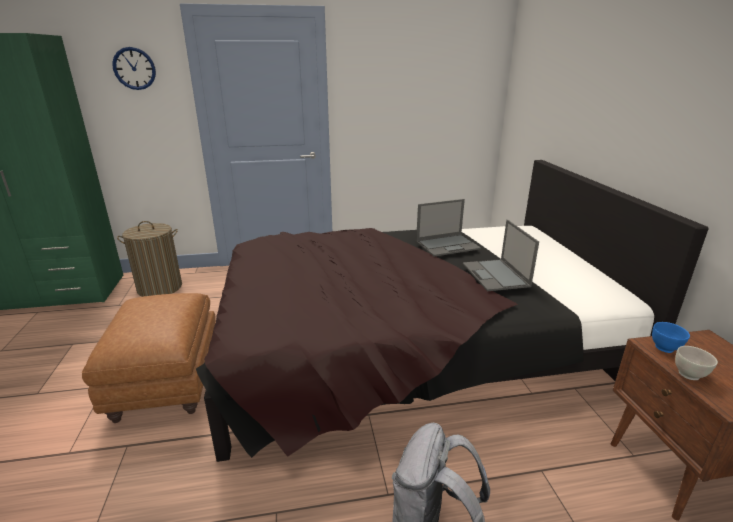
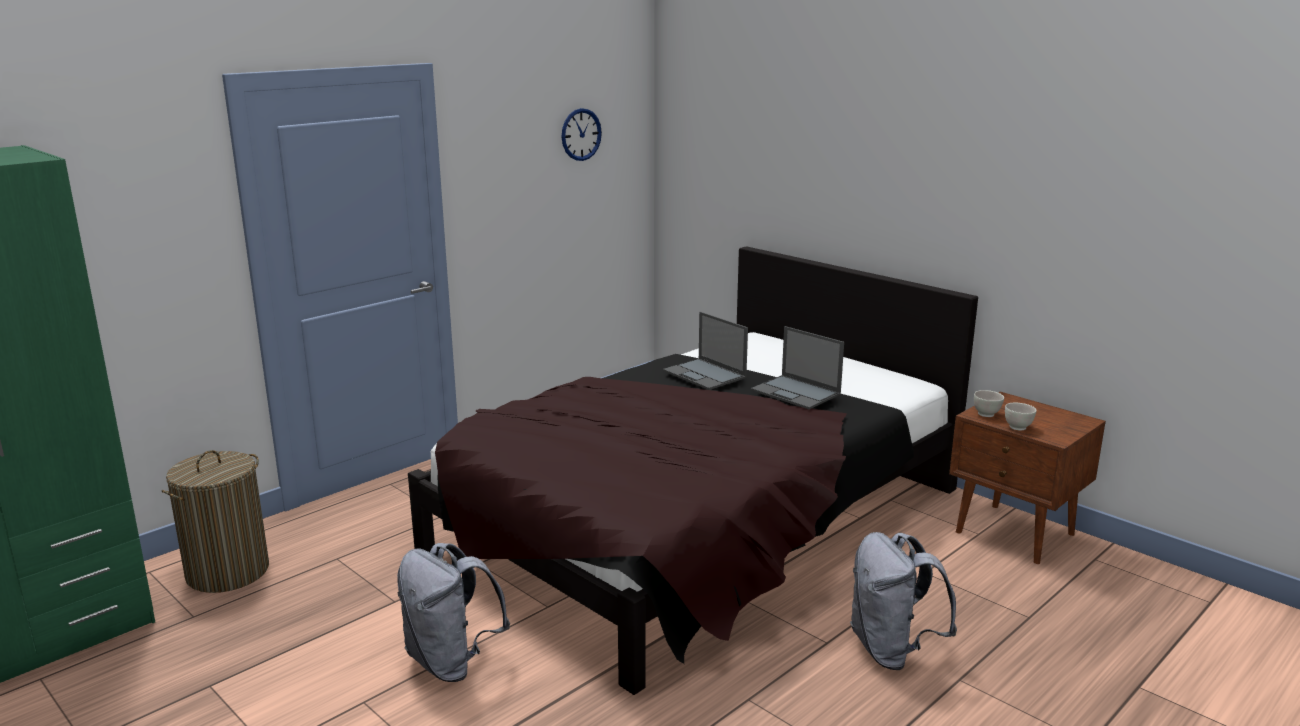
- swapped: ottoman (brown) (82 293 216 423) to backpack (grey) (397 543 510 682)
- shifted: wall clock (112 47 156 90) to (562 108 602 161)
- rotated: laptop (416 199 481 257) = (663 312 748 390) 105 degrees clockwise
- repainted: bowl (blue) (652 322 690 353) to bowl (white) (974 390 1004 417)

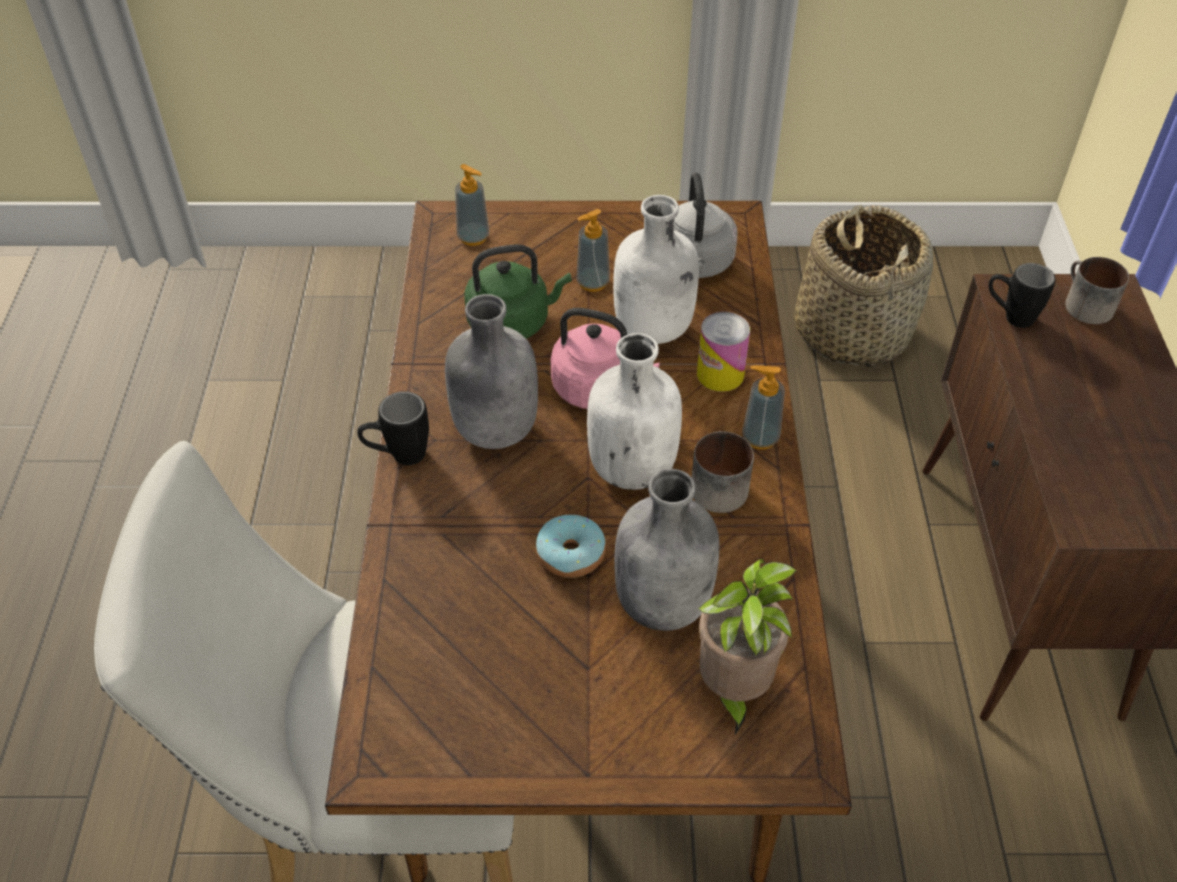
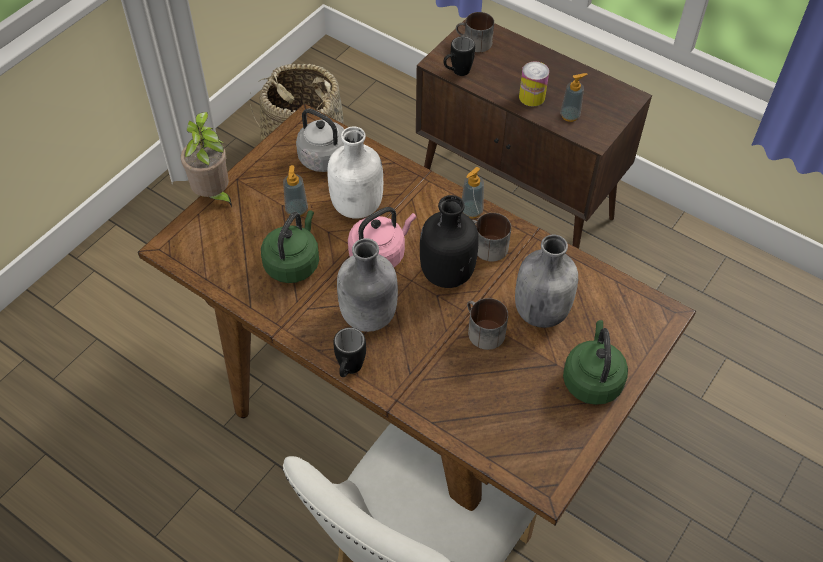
- shifted: potted plant (698 559 797 735) to (181 112 232 207)
- repainted: bottle (white) (587 333 682 490) to bottle (black) (420 195 479 288)
- swapped: donut (536 515 606 578) to mug (467 298 508 350)
- shifted: can (697 312 750 392) to (519 61 549 107)
- shifted: soap dispenser (455 164 489 246) to (560 73 588 122)
- new: kettle (green) (563 320 628 405)

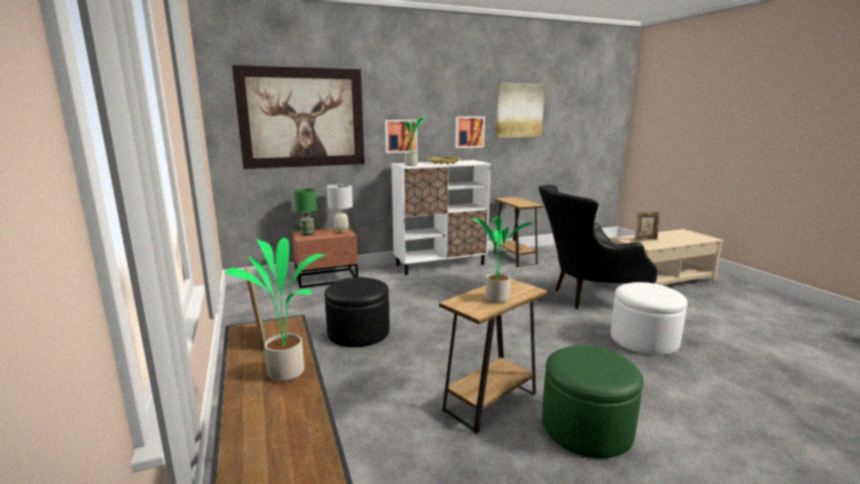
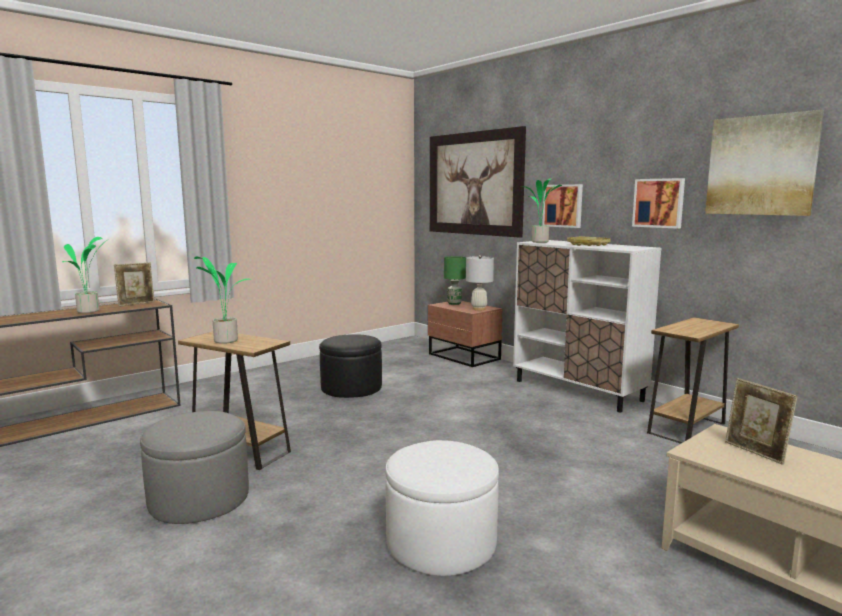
- repainted: ottoman (green) (542 345 643 458) to ottoman (grey) (140 411 249 524)
- gone: armchair (black) (539 185 657 309)

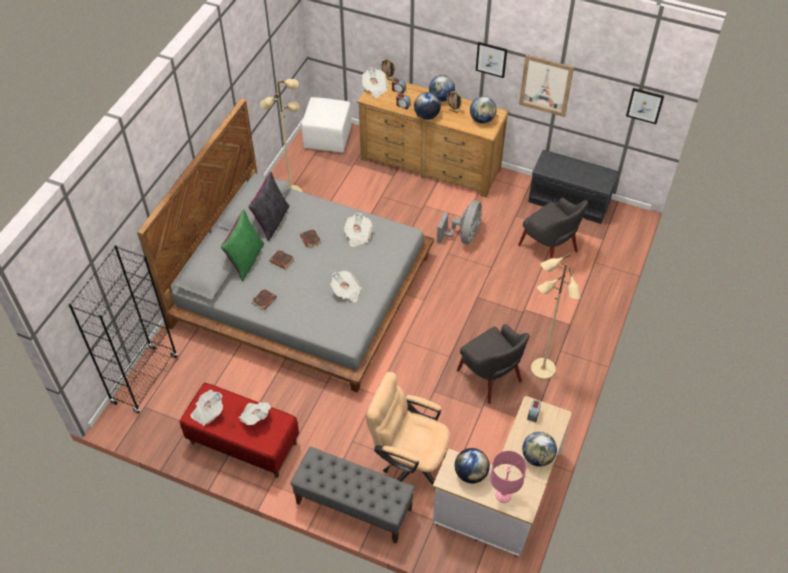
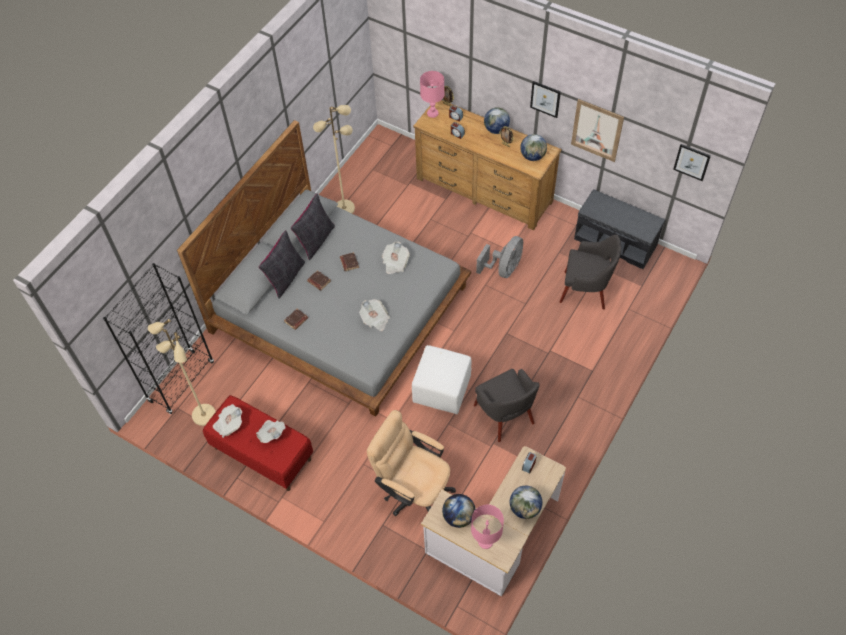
- shifted: floor lamp (beige) (531 253 581 380) to (148 319 216 426)
- repainted: pillow (green) (221 209 264 281) to pillow (black) (259 230 305 298)
- shifted: ottoman (white) (301 97 352 153) to (412 345 471 414)
- swapped: newspaper (362 67 388 98) to table lamp (pink) (420 71 444 118)
- rotated: armchair (grey) (518 198 588 259) = (560 235 621 310) 45 degrees counterclockwise
- gone: bench (grey) (290 447 415 544)
- gone: globe (414 92 441 120)

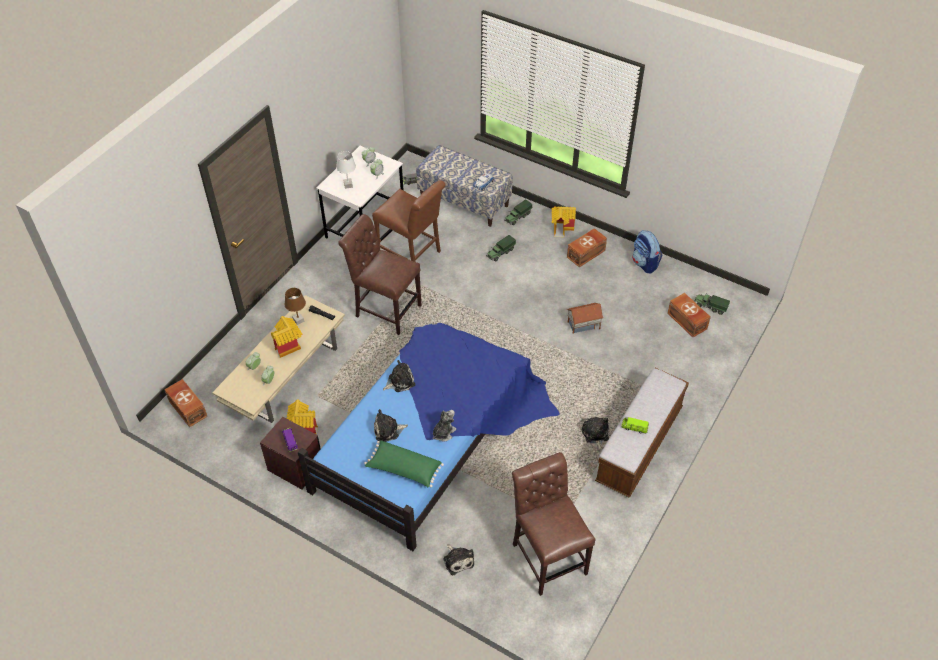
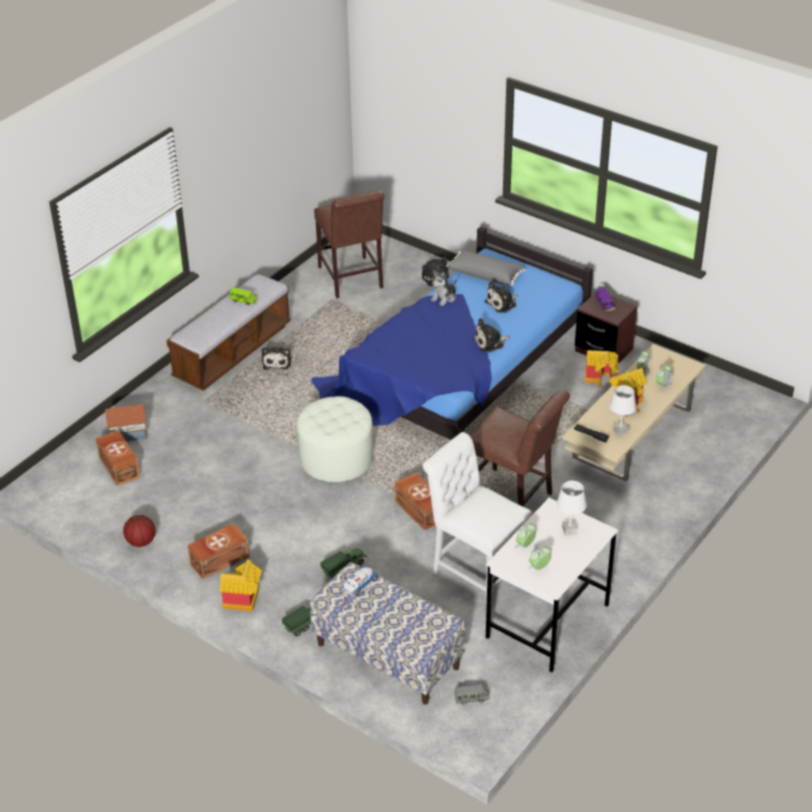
- shifted: toy house (567 303 604 334) to (105 404 147 441)
- swapped: backpack (632 230 662 274) to basketball (123 515 156 547)
- new: ottoman (white) (297 396 373 483)
- shifted: storage box (brown) (164 379 208 427) to (395 472 435 530)
- repainted: chair (brown) (372 180 446 262) to chair (white) (423 432 532 608)
- repainted: pillow (green) (364 440 444 487) to pillow (grey) (446 250 526 286)
- rotated: plush toy (374 409 408 442) = (485 281 518 313) 150 degrees clockwise
- repainted: table lamp (brown) (285 288 306 325) to table lamp (white) (610 385 636 436)
- gone: toy truck (694 294 730 315)

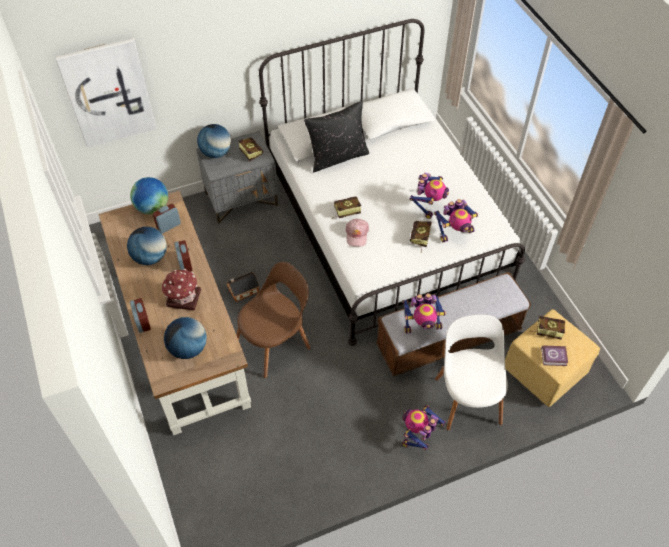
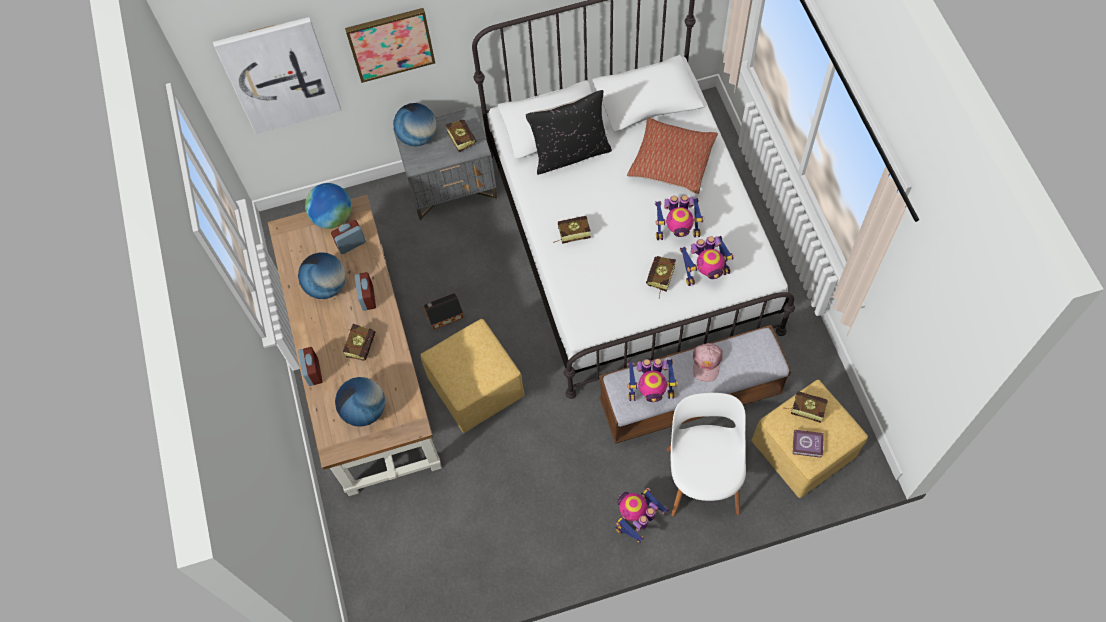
- swapped: toy house (162 269 201 310) to book (343 324 375 361)
- new: picture (345 8 435 83)
- swapped: chair (brown) (237 262 310 378) to ottoman (yellow) (420 319 525 433)
- new: pillow (627 117 718 194)
- rotated: toy robot (410 173 449 219) = (655 195 704 240) 60 degrees clockwise
- shifted: cap (pink) (346 219 369 246) to (693 343 723 382)

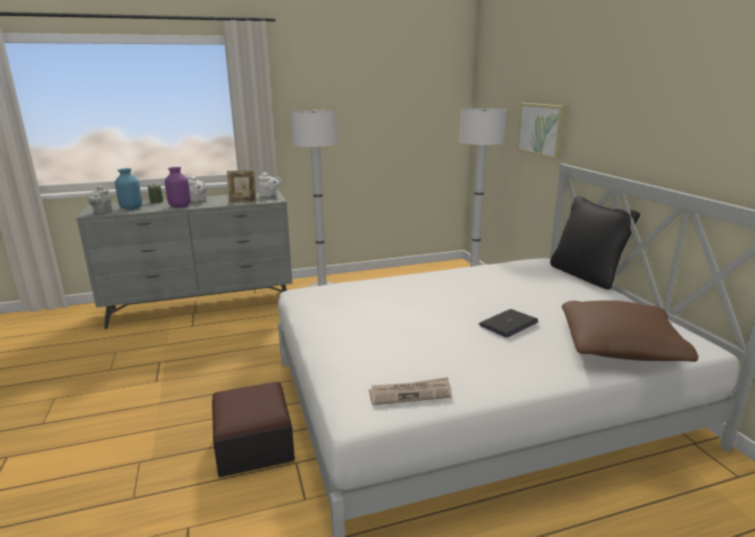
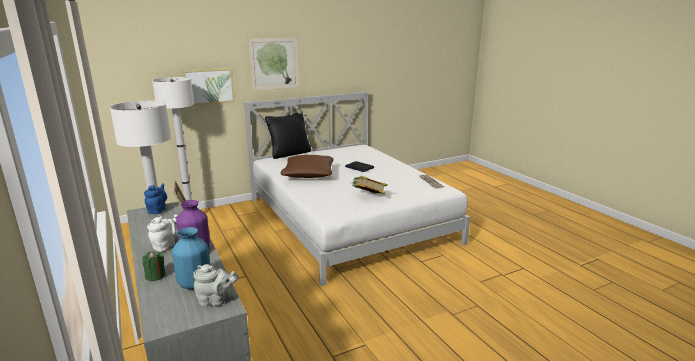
- repainted: teapot (white) (258 172 282 197) to teapot (blue) (144 183 167 214)
- new: picture (249 38 299 91)
- shifted: pillow (brown) (562 300 698 362) to (281 155 334 178)
- new: book (351 176 388 194)
- gone: ottoman (212 382 295 477)

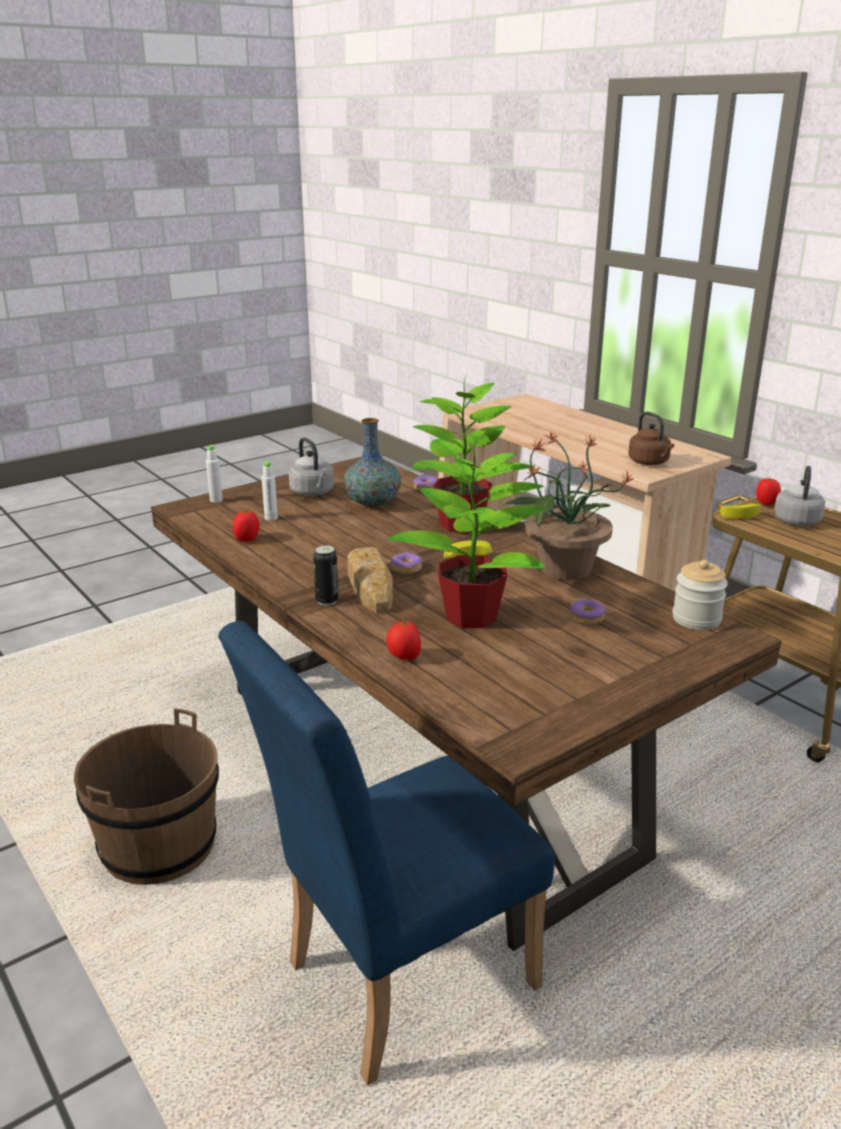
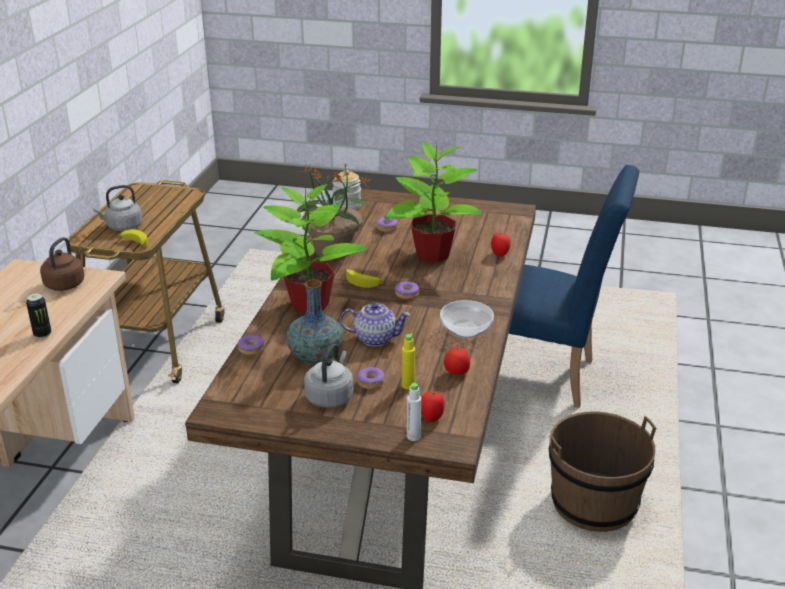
- shifted: can (313 545 339 606) to (26 293 51 338)
- new: teapot (340 303 411 346)
- new: donut (357 367 385 389)
- repainted: bottle (white) (262 461 278 521) to bottle (yellow) (402 333 415 389)
- shifted: tomato (756 478 781 505) to (421 391 444 422)
- new: bowl (440 300 494 338)
- gone: bread (347 547 393 613)

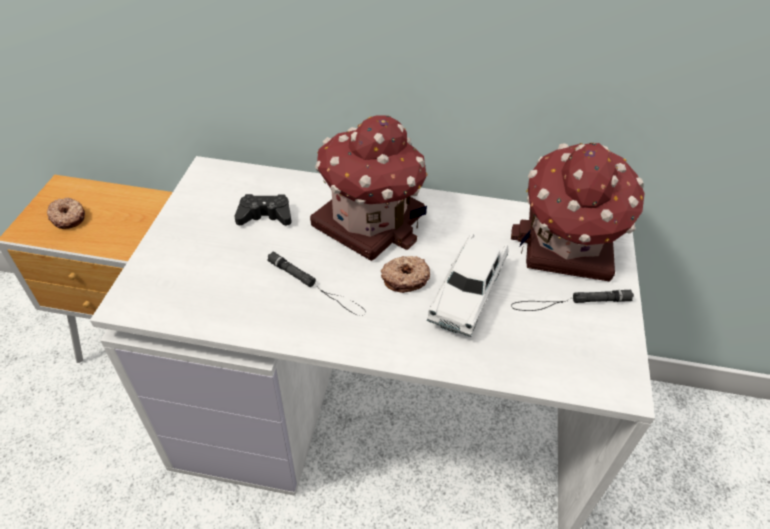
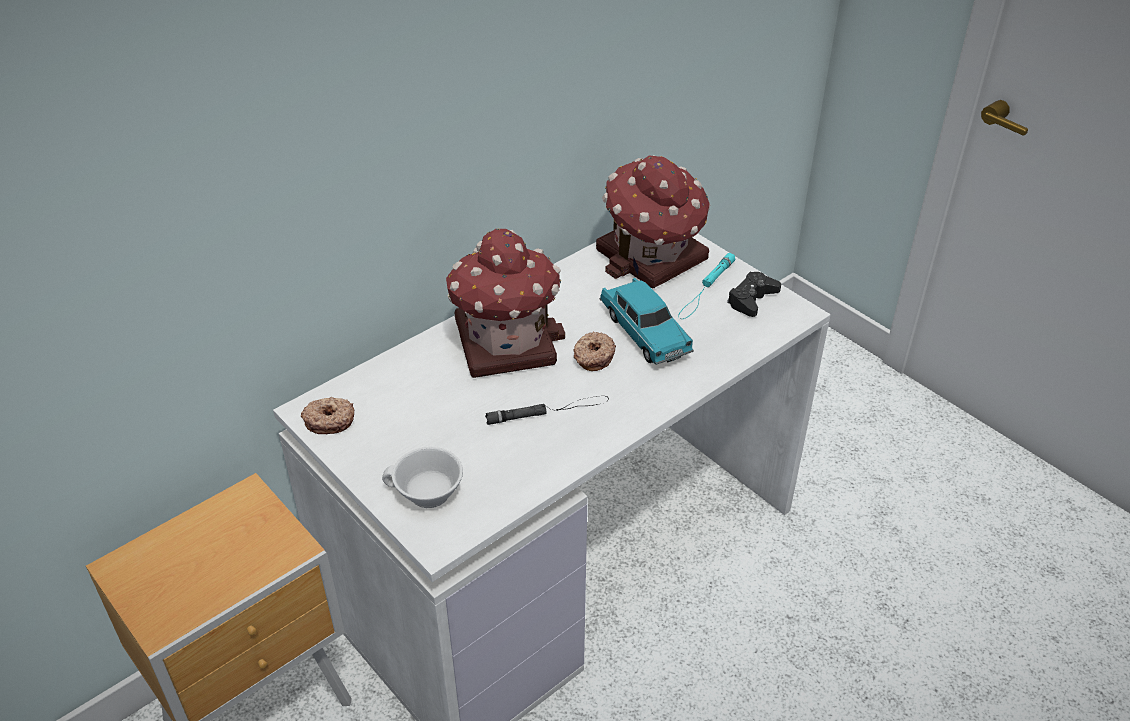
- shifted: donut (47 198 85 229) to (301 397 354 434)
- new: cup (white) (382 447 463 508)
- repainted: toy car (white) (427 233 509 337) to toy car (turquoise) (600 278 694 365)
- repainted: flashlight (black) (511 290 634 311) to flashlight (turquoise) (678 253 735 319)
- shifted: game controller (black) (234 194 292 225) to (727 272 781 317)

